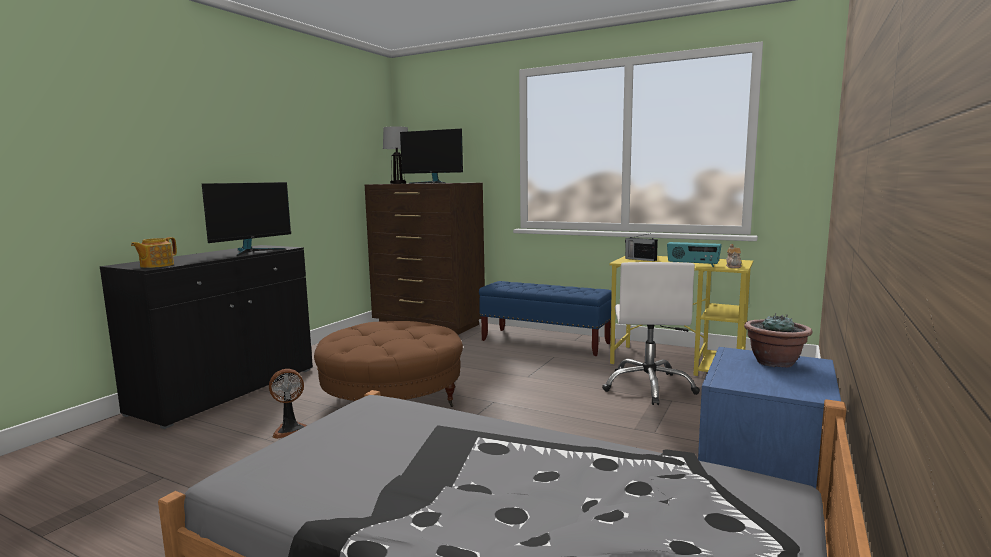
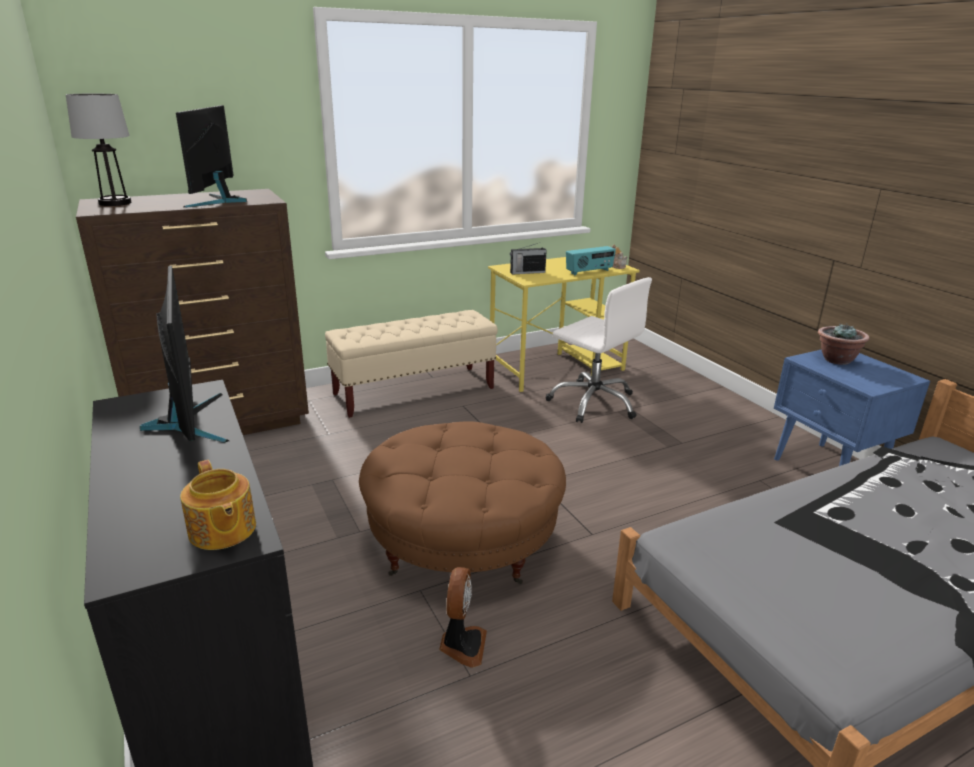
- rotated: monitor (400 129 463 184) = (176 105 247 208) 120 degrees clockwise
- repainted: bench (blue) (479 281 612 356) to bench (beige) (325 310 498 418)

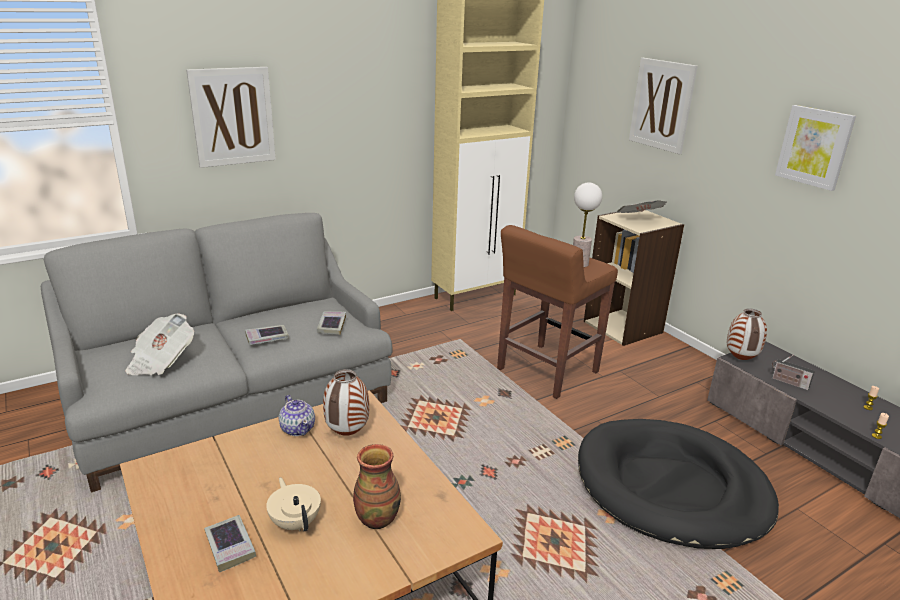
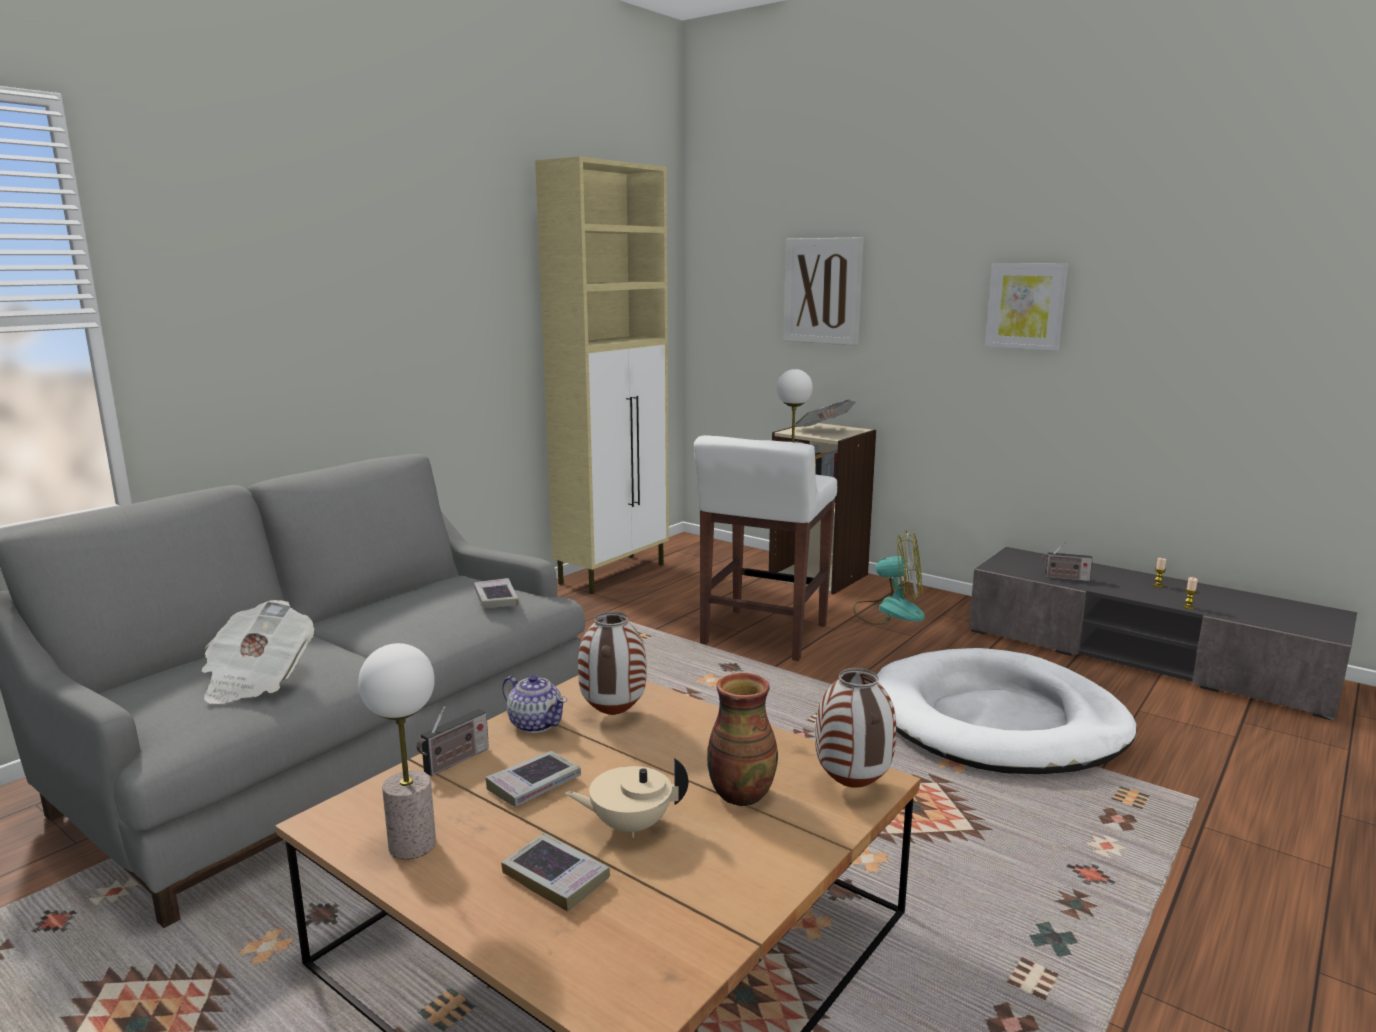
- new: table lamp (358 643 436 859)
- new: radio (417 706 489 776)
- shifted: book (245 325 289 345) to (485 751 581 807)
- rotated: teapot (beige) (266 478 321 532) = (565 758 688 838) 45 degrees counterclockwise
- repainted: stool (brown) (497 225 618 399) to stool (white) (694 435 837 661)
- shifted: vase (727 308 767 360) to (815 668 896 788)
- new: fan (853 530 925 625)
- repainted: dog bed (black) (578 419 779 549) to dog bed (white) (877 648 1137 774)
- gone: picture (186 67 276 168)

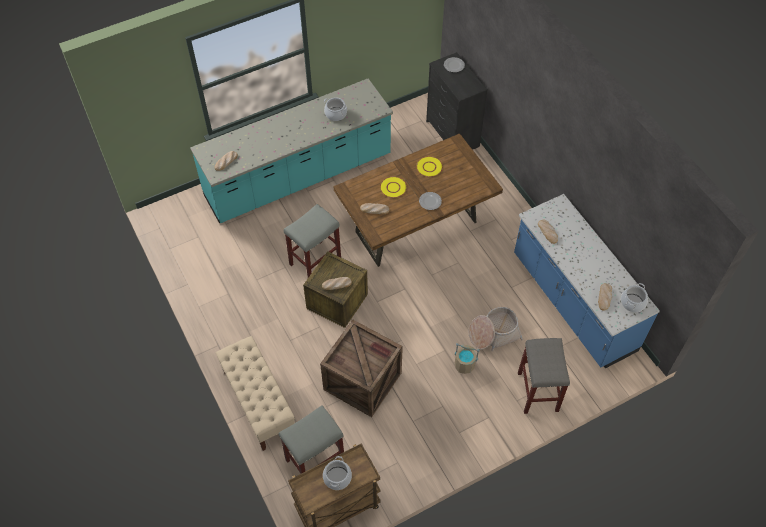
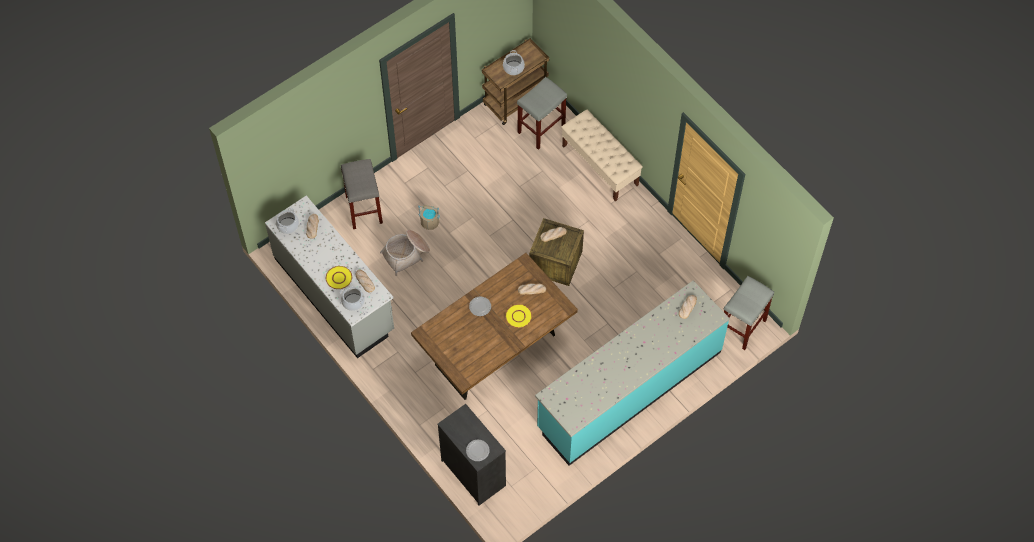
- repainted: counter (blue) (514 194 660 369) to counter (grey) (265 196 394 358)
- shifted: plate (yellow) (416 156 443 177) to (326 266 352 289)
- shifted: cooking pot (324 98 347 121) to (340 287 365 311)
- shifted: stool (grey) (284 204 341 278) to (724 276 774 350)
- gone: crate (320 319 403 417)

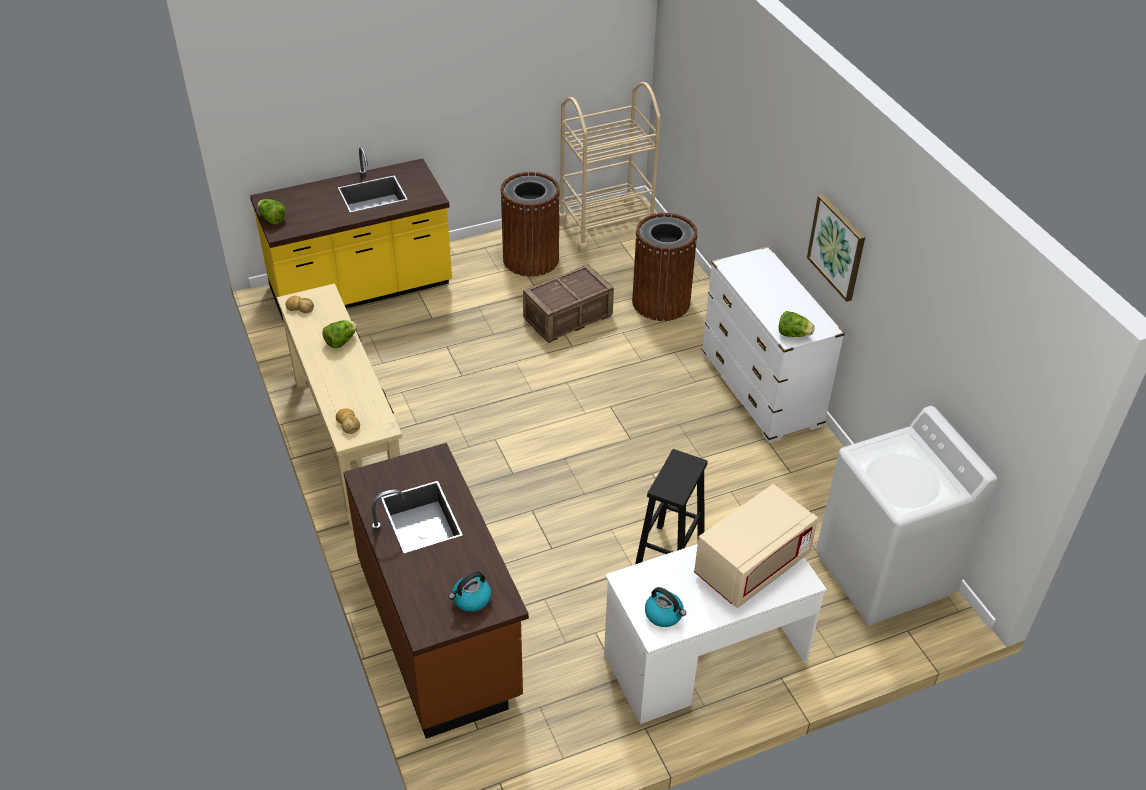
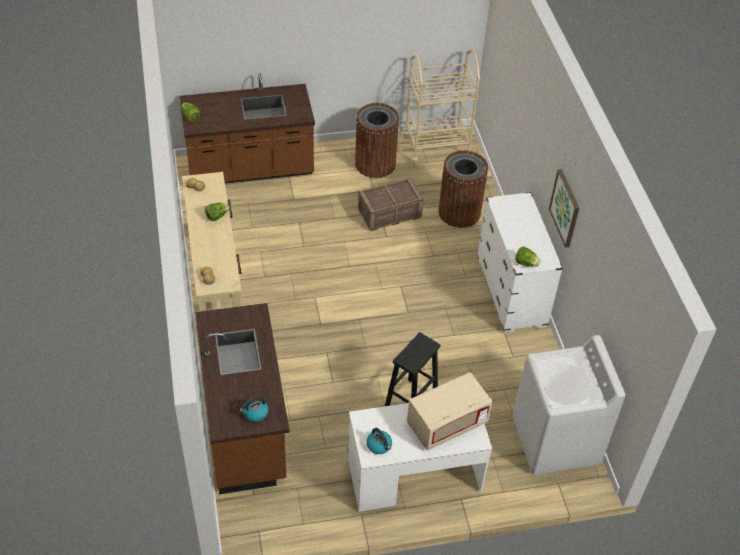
- repainted: counter (yellow) (250 147 452 322) to counter (brown) (179 73 315 184)

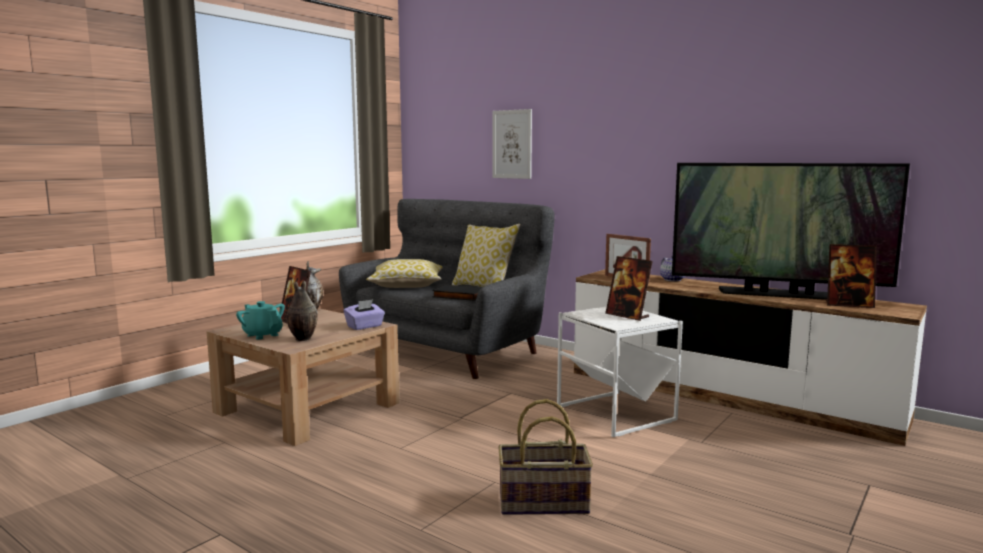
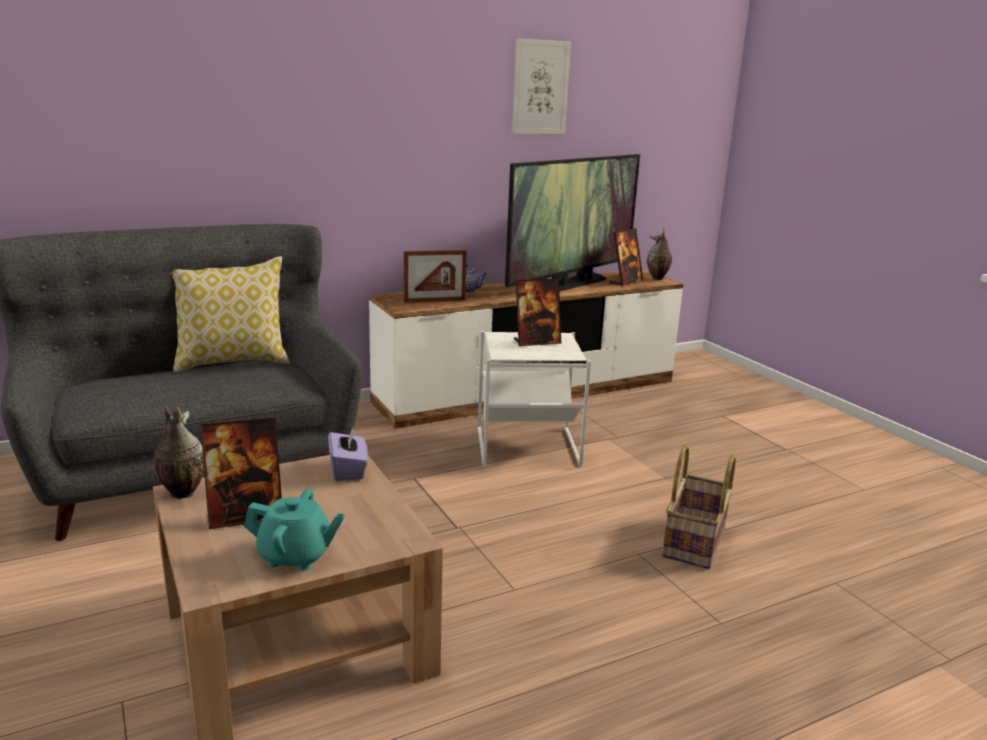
- rotated: teapot (turquoise) (236 301 285 340) = (244 489 345 571) 150 degrees counterclockwise
- shifted: picture (492 109 532 179) to (512 38 571 134)
- shifted: vase (287 280 318 341) to (647 228 672 280)
- gone: pillow (366 259 443 288)
- gone: book (black) (432 285 482 301)

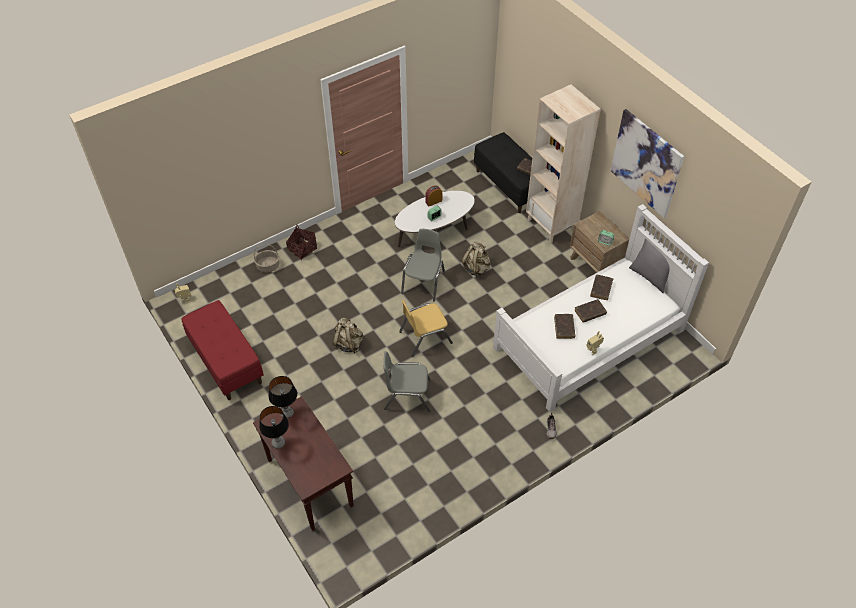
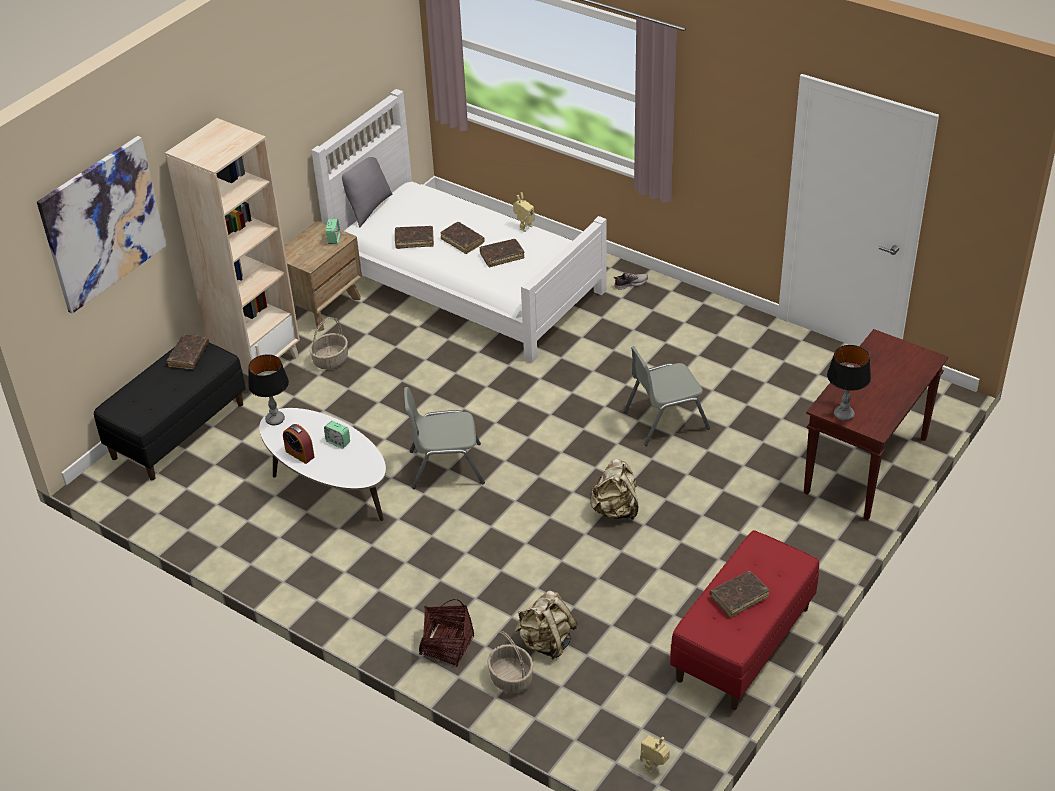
- shifted: picture (611 109 684 218) to (37 136 166 314)
- shifted: table lamp (259 406 289 449) to (248 354 289 425)
- new: basket (310 317 348 369)
- shifted: backpack (beige) (461 242 491 277) to (515 591 578 660)
- rotated: chair (grey) (383 351 431 412) = (624 346 710 446) 90 degrees clockwise
- new: book (brown) (710 571 770 617)
- gone: chair (yellow) (399 300 453 357)

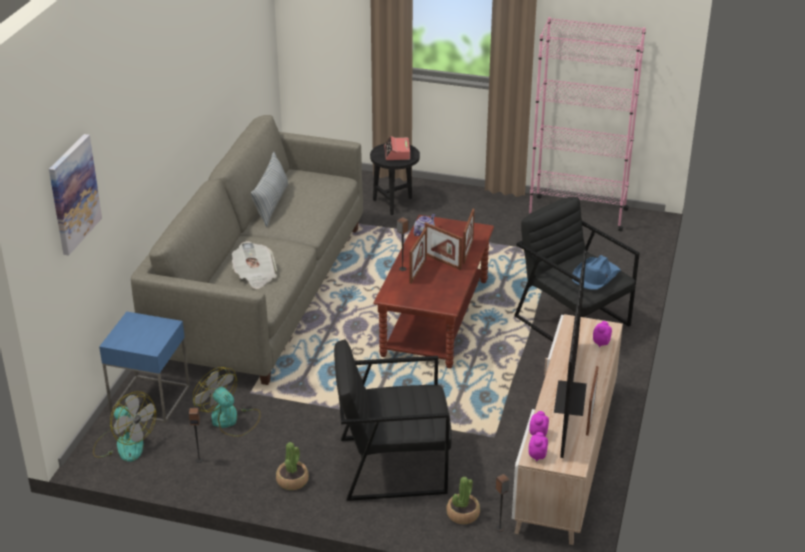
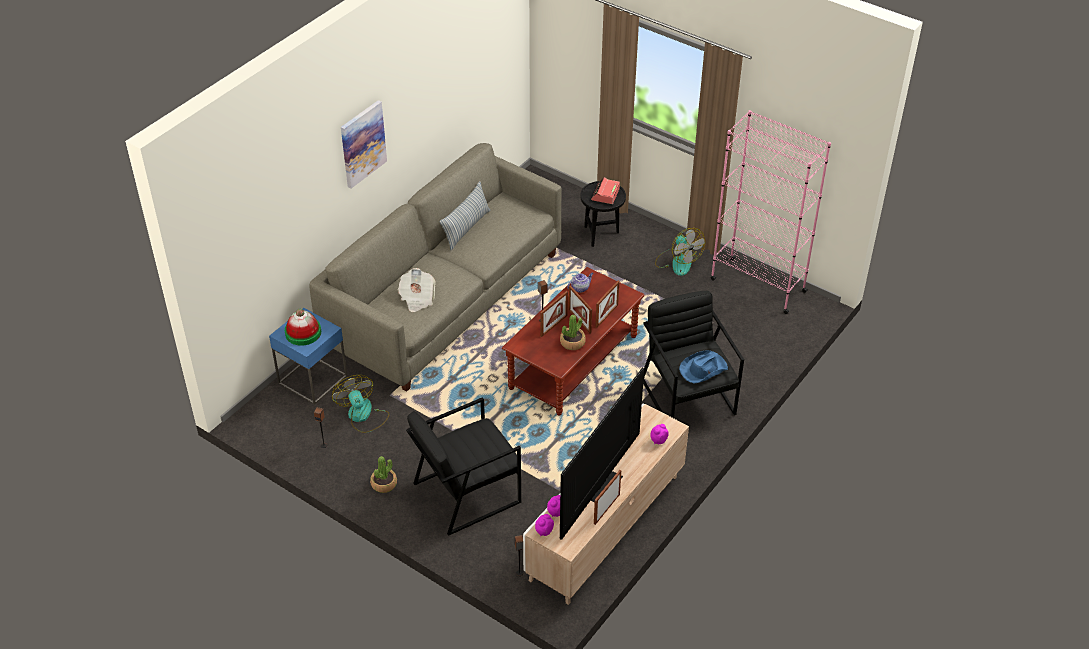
- new: hat (285 309 321 346)
- shifted: picture (49 134 102 255) to (341 100 387 189)
- rotated: armchair (black) (334 339 452 501) = (406 397 521 536) 45 degrees counterclockwise
- shifted: potted plant (447 476 480 524) to (560 315 586 350)
- shifted: fan (93 392 156 462) to (655 228 705 276)

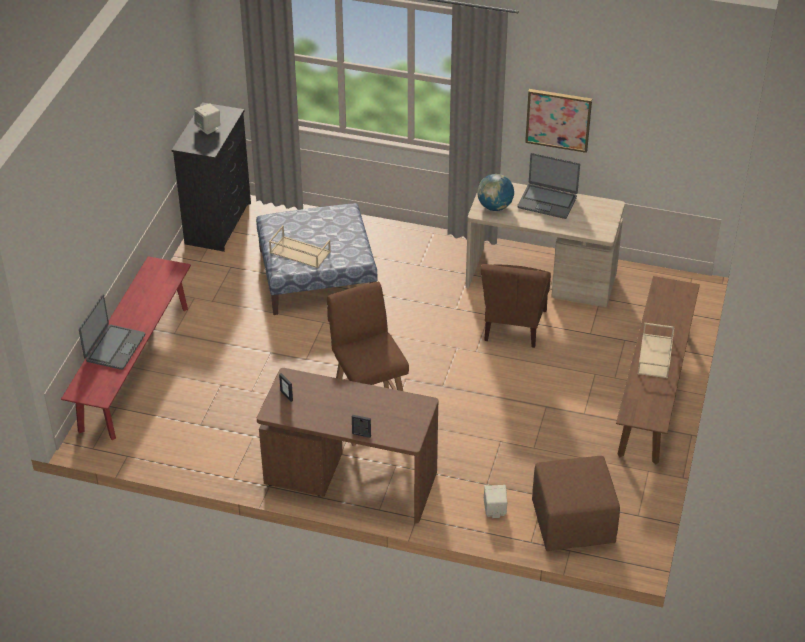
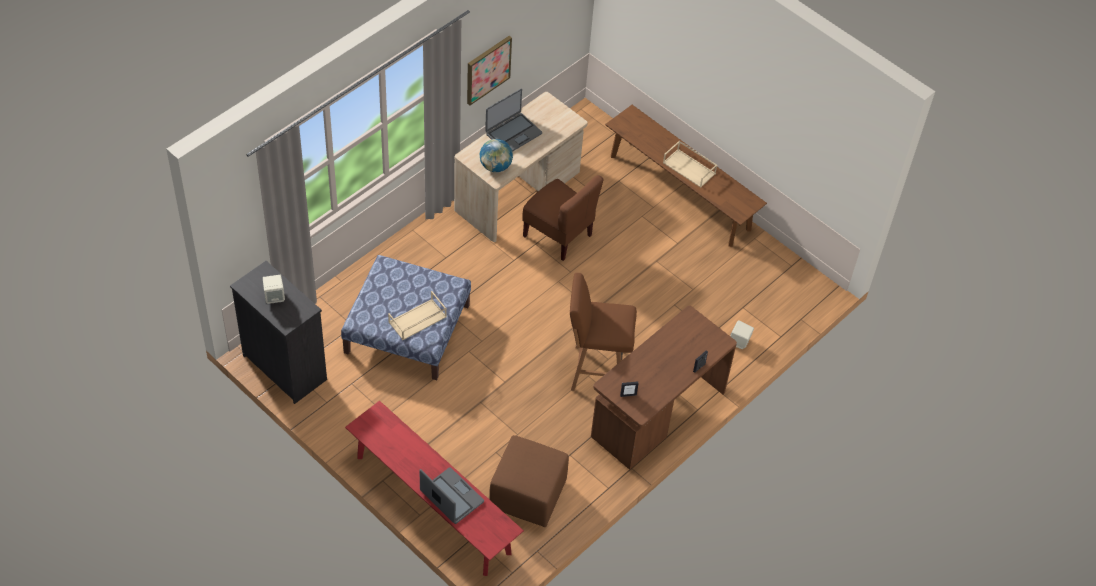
- shifted: ottoman (brown) (532 456 620 551) to (489 435 569 527)

